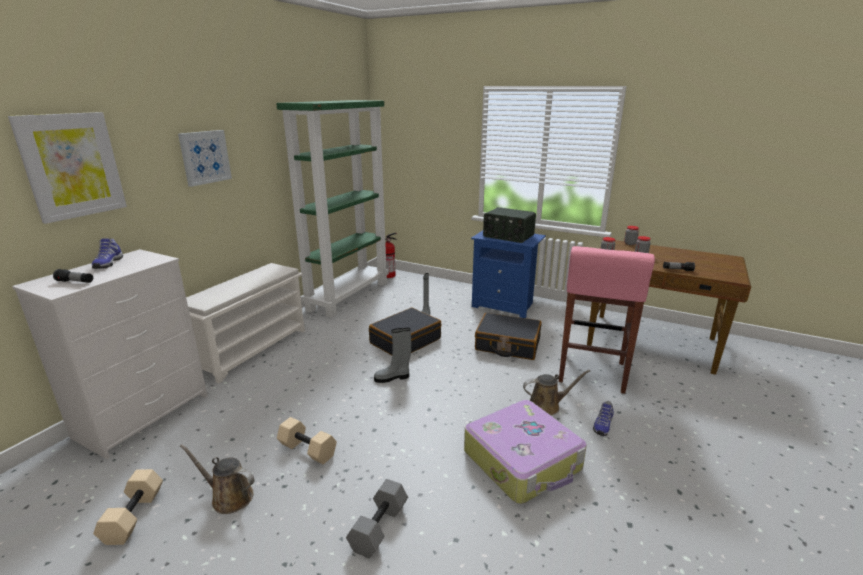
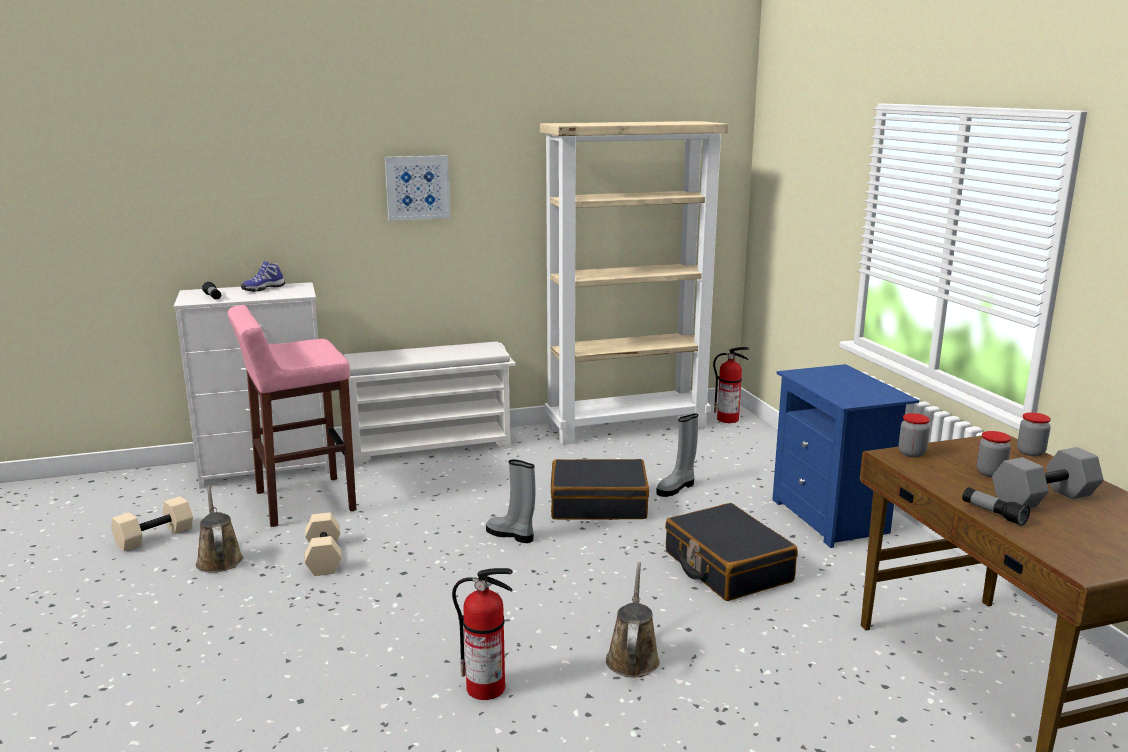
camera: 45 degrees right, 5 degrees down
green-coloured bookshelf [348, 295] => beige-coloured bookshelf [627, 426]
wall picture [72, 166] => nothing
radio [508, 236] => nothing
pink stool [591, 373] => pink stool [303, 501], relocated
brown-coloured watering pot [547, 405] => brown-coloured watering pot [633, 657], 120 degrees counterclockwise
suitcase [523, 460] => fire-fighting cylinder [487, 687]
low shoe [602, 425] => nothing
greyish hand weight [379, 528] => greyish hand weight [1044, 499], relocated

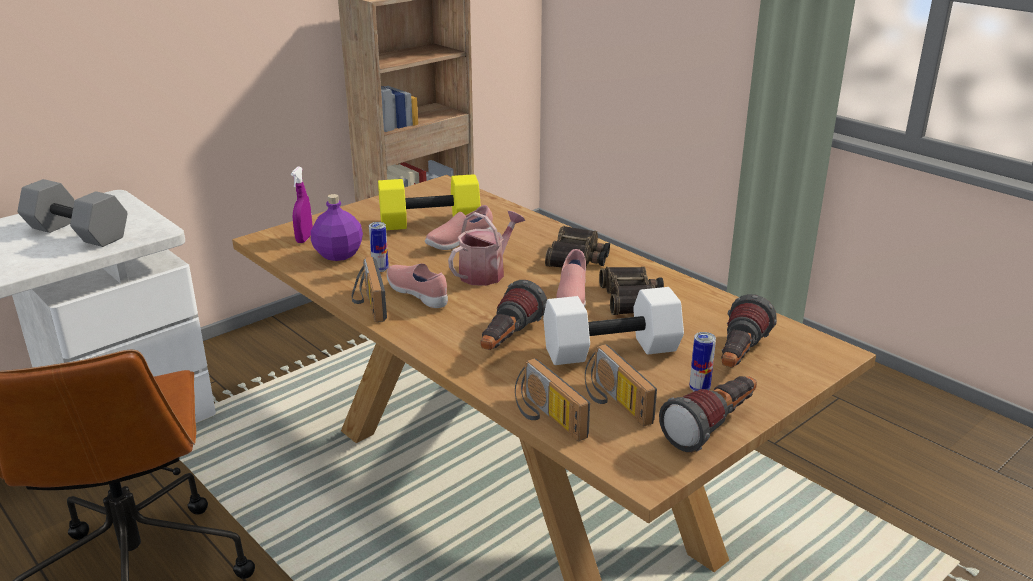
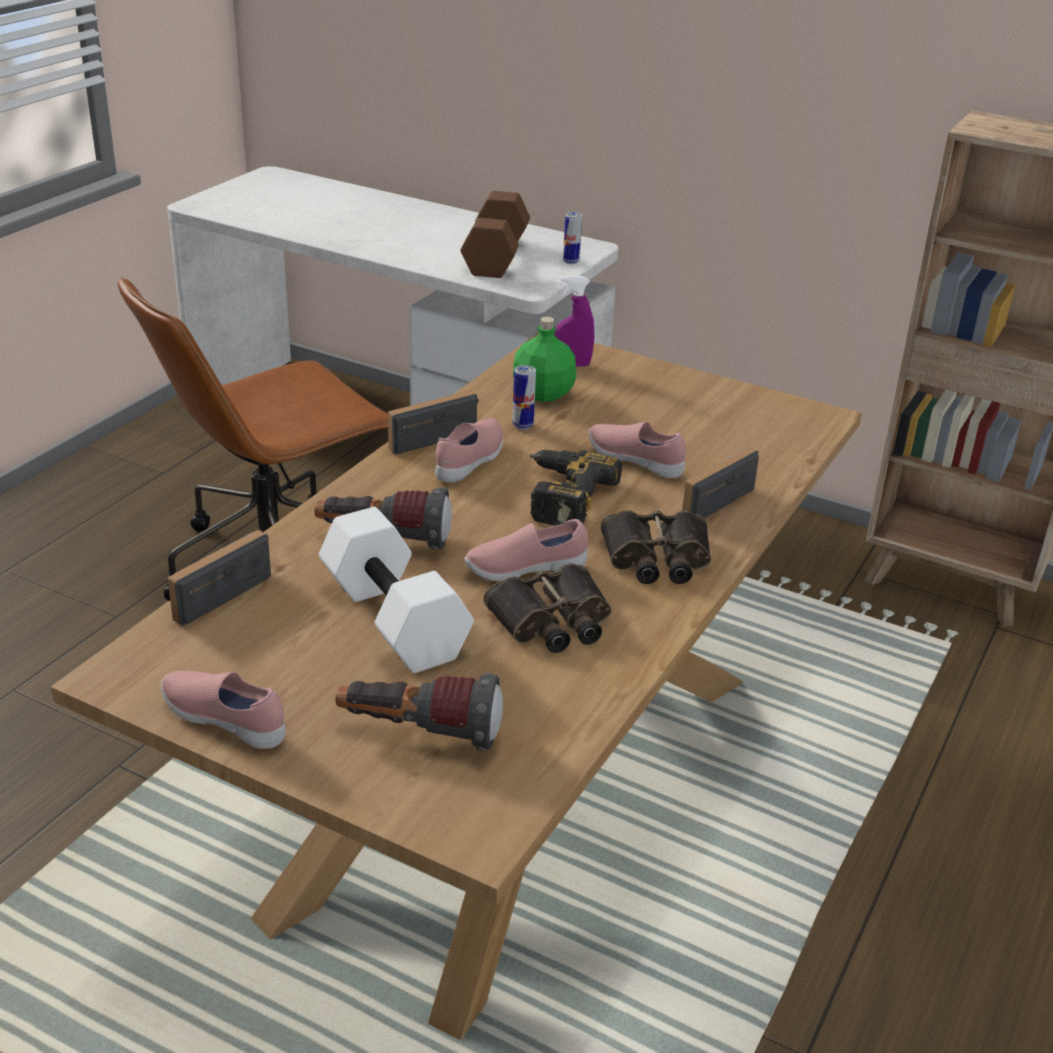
camera: 70 degrees right, 5 degrees up
yellow hand weight [429, 223] => nothing
greyish hand weight [79, 232] => brown-coloured hand weight [497, 257]
purple-coloured bottle [339, 254] => green-coloured bottle [544, 394]
watering pot [486, 272] => drill [560, 496]
can [699, 389] => can [571, 261], relocated
radio [613, 402] => radio [712, 499], relocated
flashlight [713, 428] => pink low shoe [226, 721]

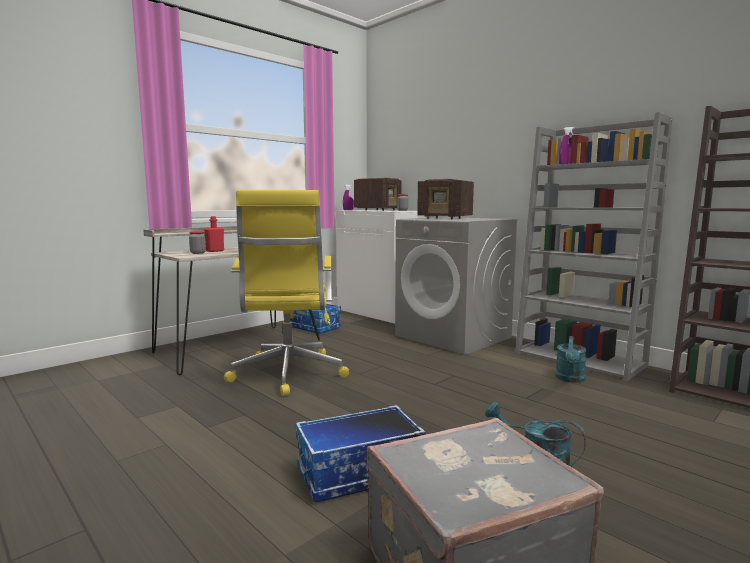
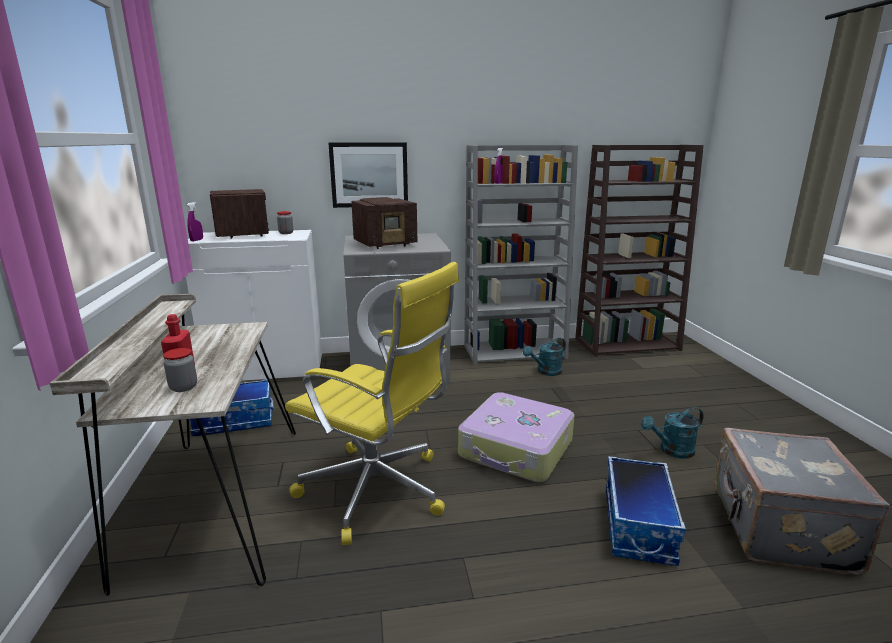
camera: 55 degrees left, 10 degrees up
turquoise-coloured watering pot [570, 379] => turquoise-coloured watering pot [546, 372], 90 degrees clockwise
nothing => wall picture [369, 175]
nothing => suitcase [516, 449]

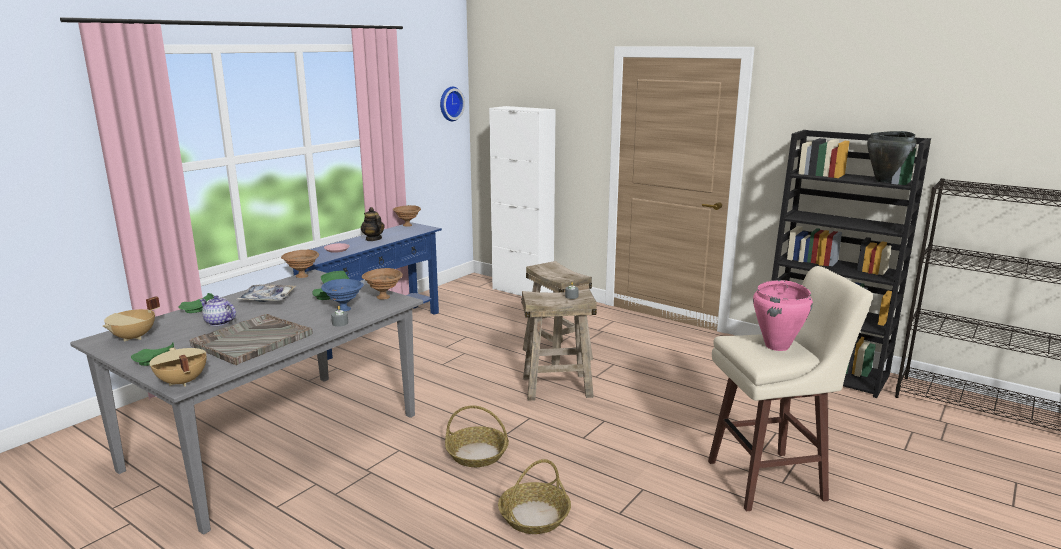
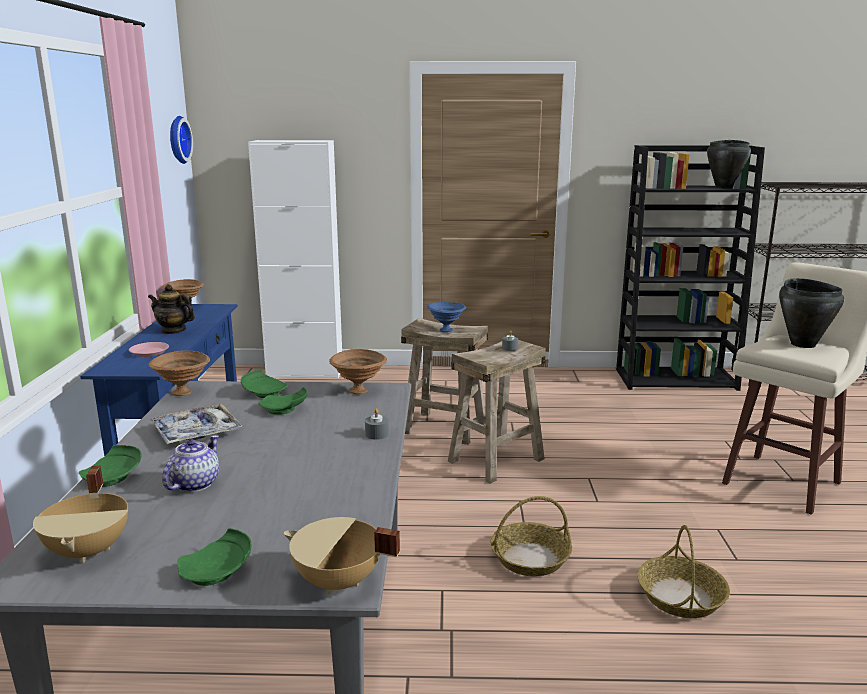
camera: 35 degrees left, 0 degrees up
bluish deep dish [344, 309] => bluish deep dish [445, 330], relocated
pink saucepot [777, 346] => black-coloured saucepot [803, 344]
pot for tea [219, 322] => pot for tea [194, 484], 120 degrees clockwise
greyish carrying tray [251, 341] => nothing

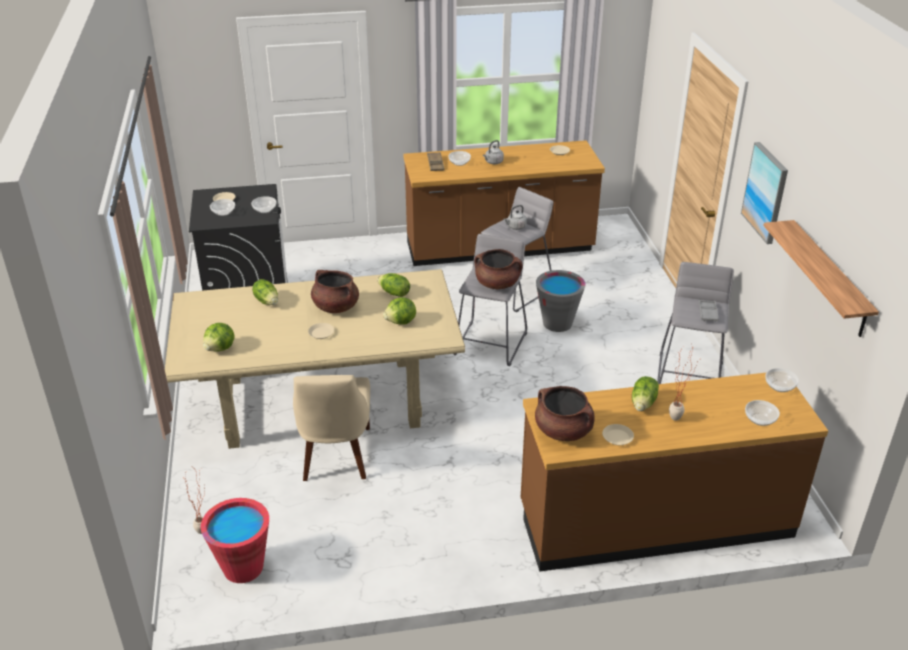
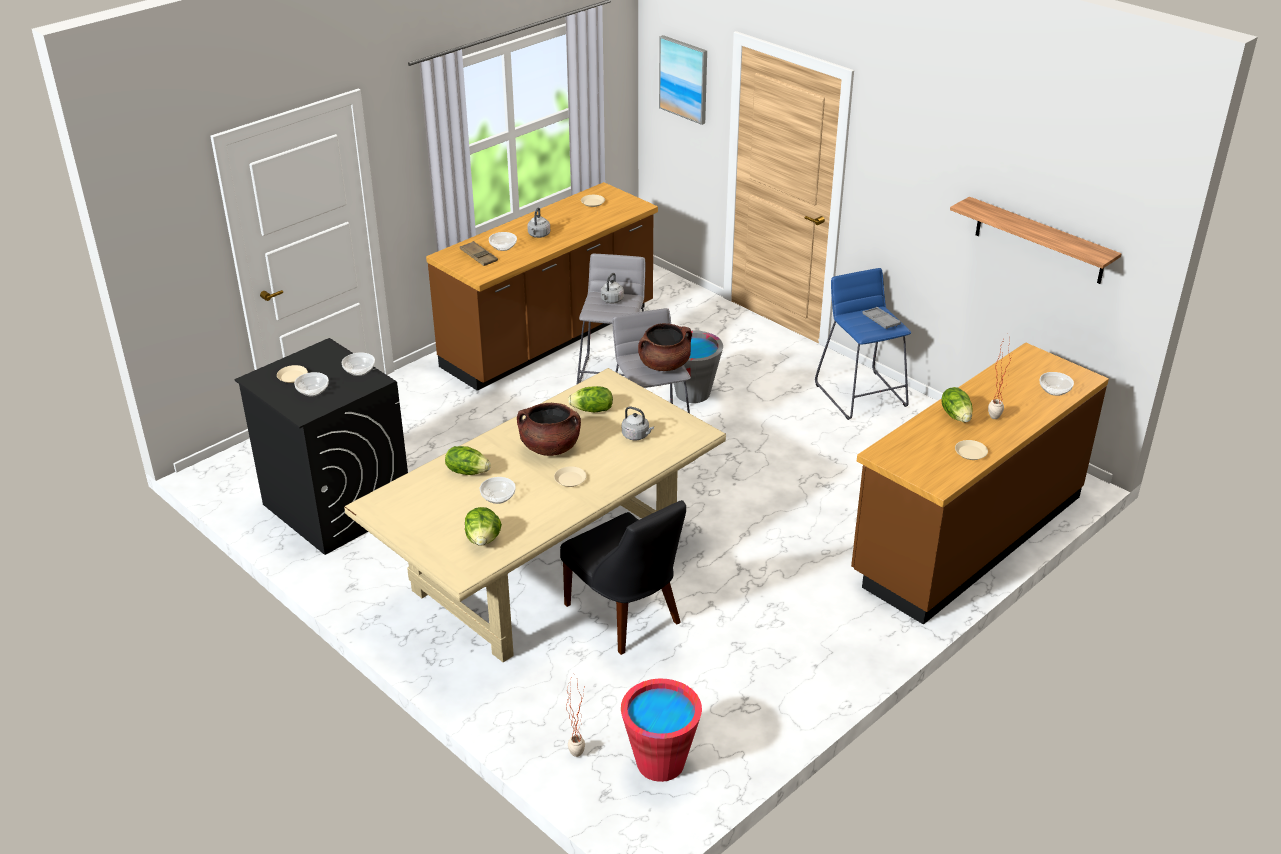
camera: 35 degrees left, 0 degrees up
wall picture [765, 192] => wall picture [684, 79], relocated
greyish stool [689, 375] => bluish stool [861, 395]
lettuce [401, 322] => greyish kettle [637, 436]
deep dish [780, 386] => deep dish [498, 497], relocated
beige-coloured plain chair [335, 457] => black-coloured plain chair [626, 616]
brown-coloured saucepot [563, 431] => nothing

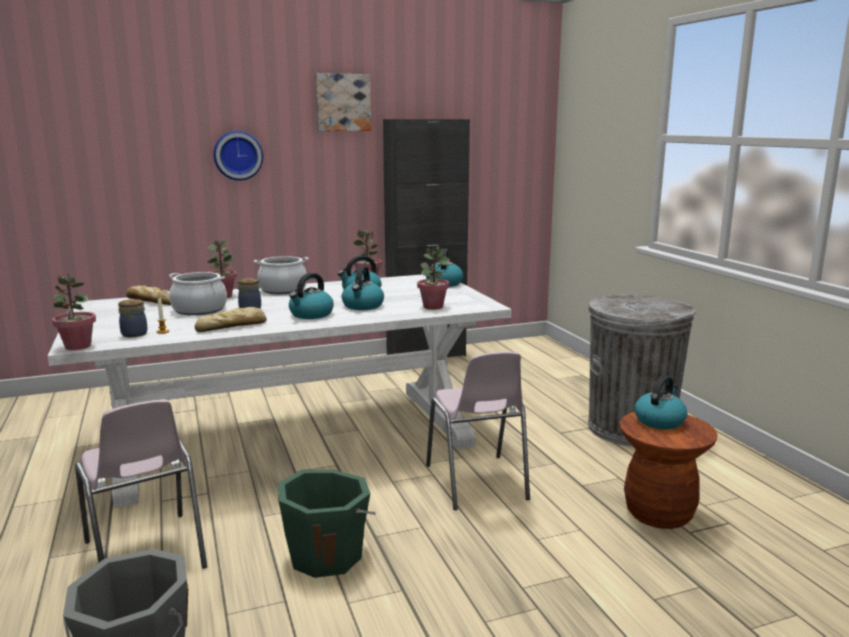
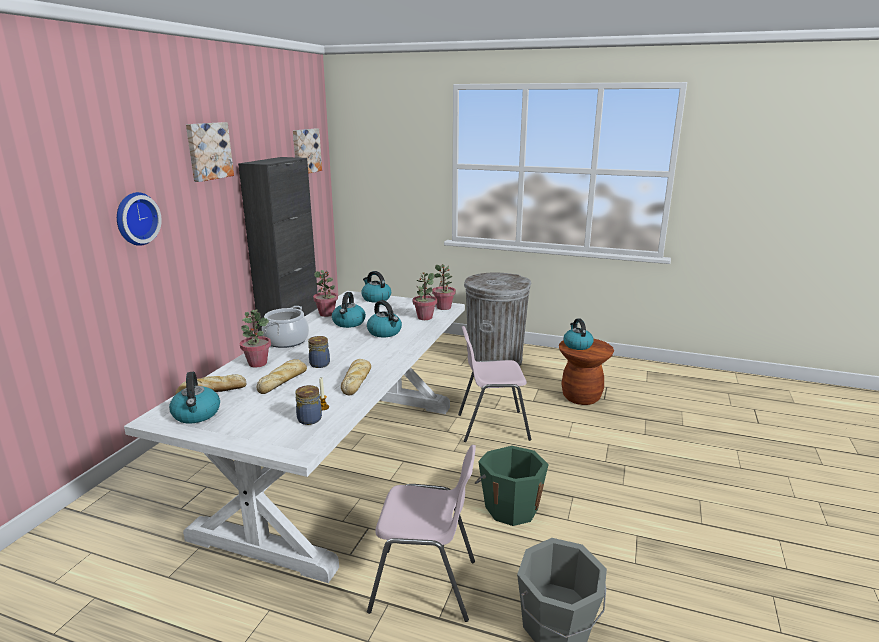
camera: 50 degrees left, 5 degrees up
saucepot [199, 310] => bread [283, 380]
plant in a pot [77, 346] => plant in a pot [444, 307], relocated
kettle [311, 315] => kettle [197, 414], relocated
pink plain chair [476, 483] => pink plain chair [492, 426], 150 degrees clockwise
nothing => wall picture [305, 151]

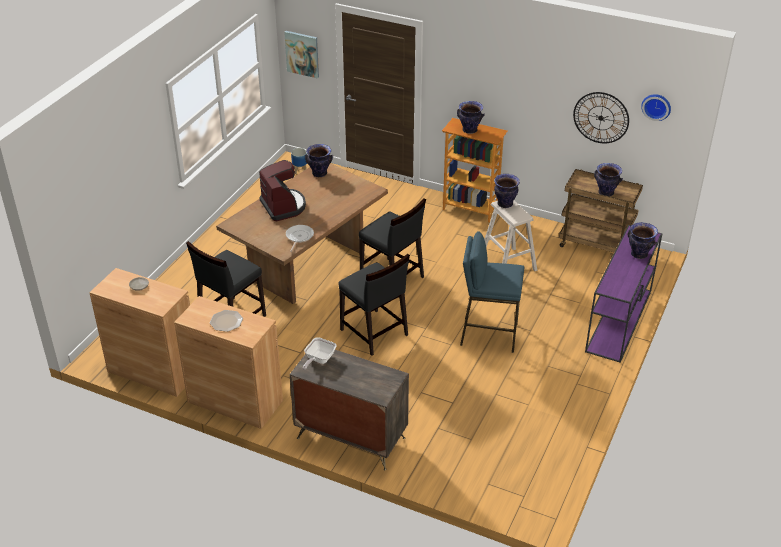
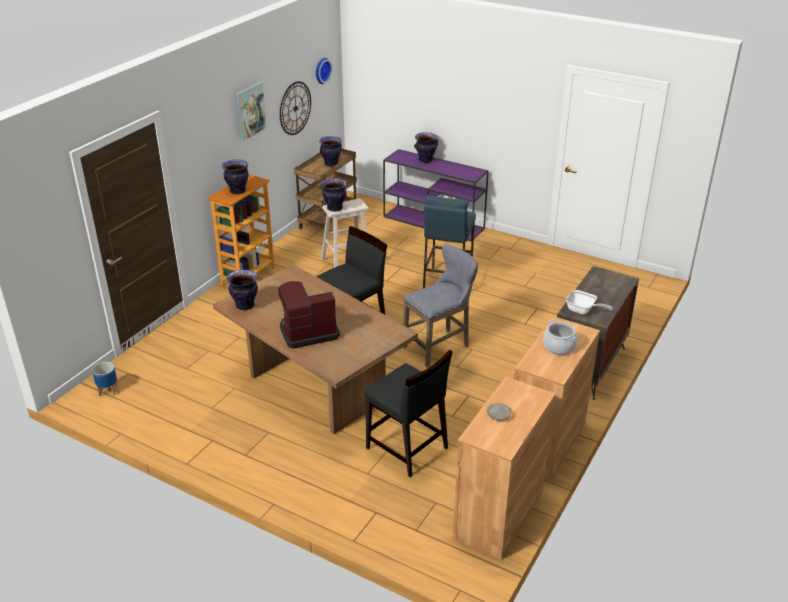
camera: 85 degrees left, 5 degrees down
wall picture [302, 54] => wall picture [249, 110], relocated
skillet [299, 237] => nothing
black-coloured plain chair [374, 333] => greyish stool [439, 346]
flat dish [226, 321] => saucepot [559, 347]

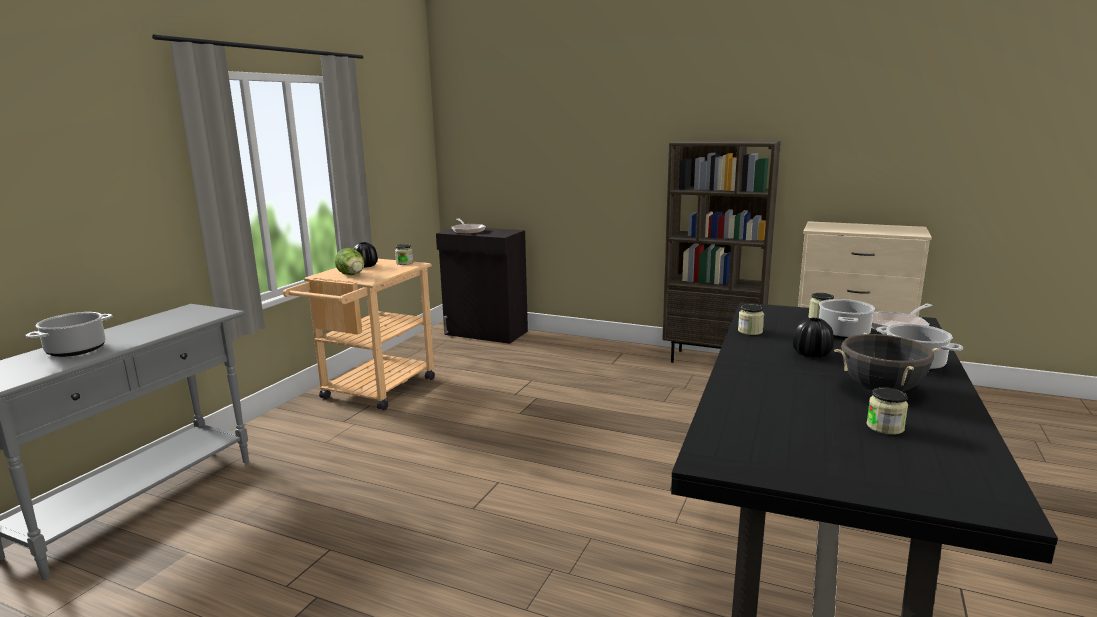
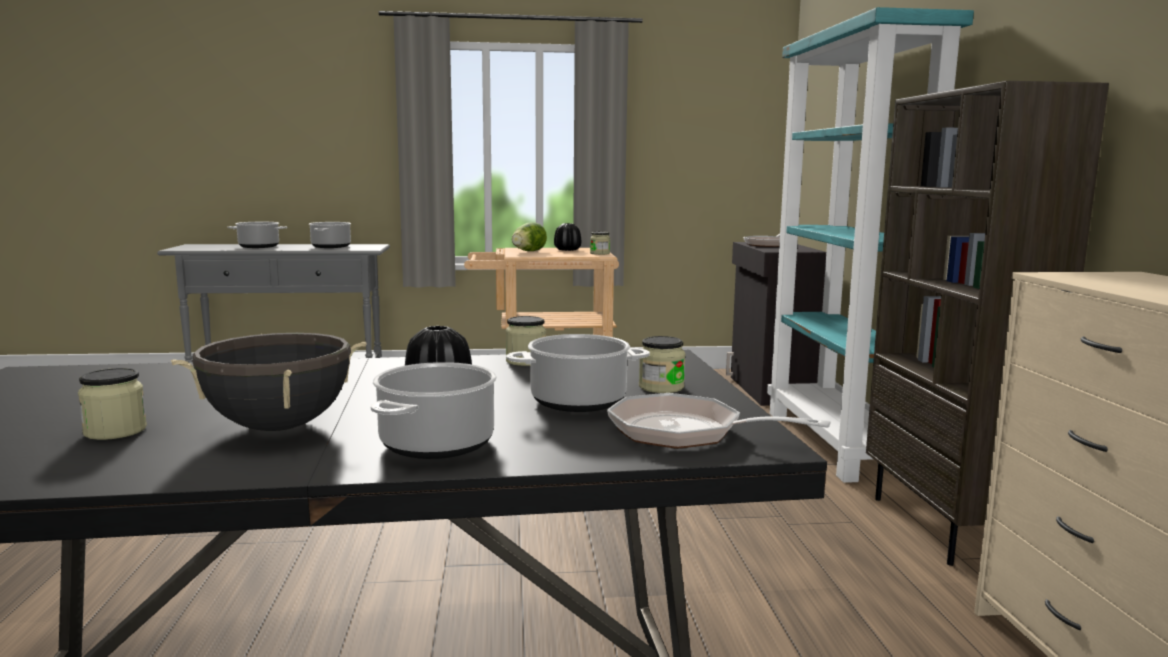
camera: 60 degrees right, 5 degrees down
nothing => turquoise-coloured bookshelf [836, 443]
nothing => saucepot [331, 247]

